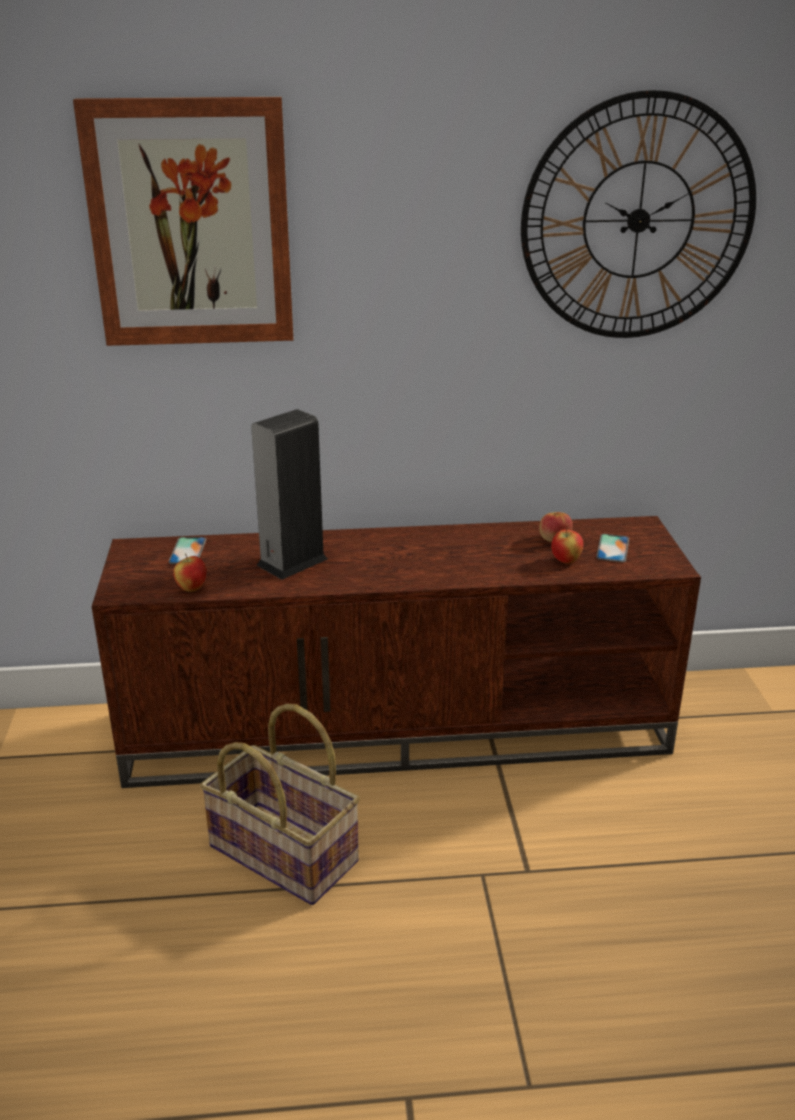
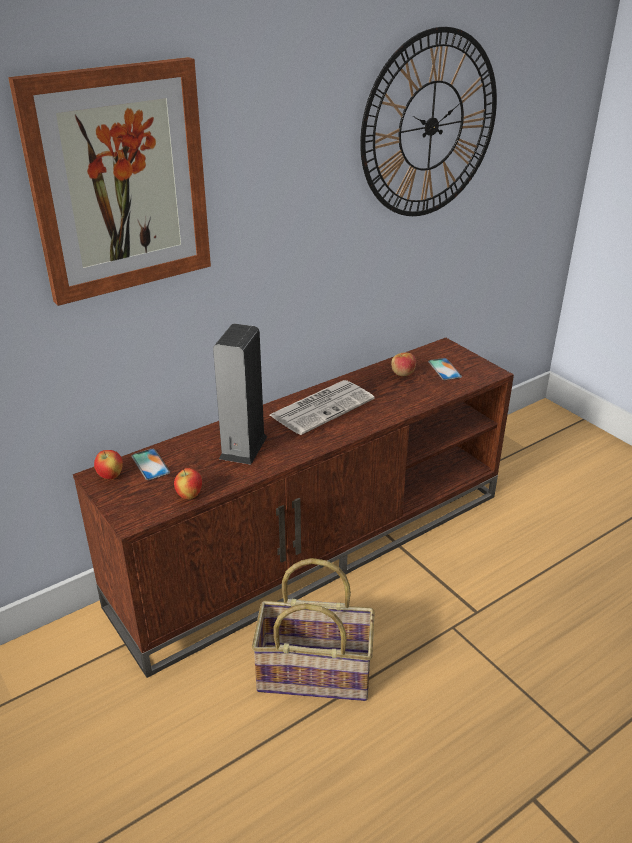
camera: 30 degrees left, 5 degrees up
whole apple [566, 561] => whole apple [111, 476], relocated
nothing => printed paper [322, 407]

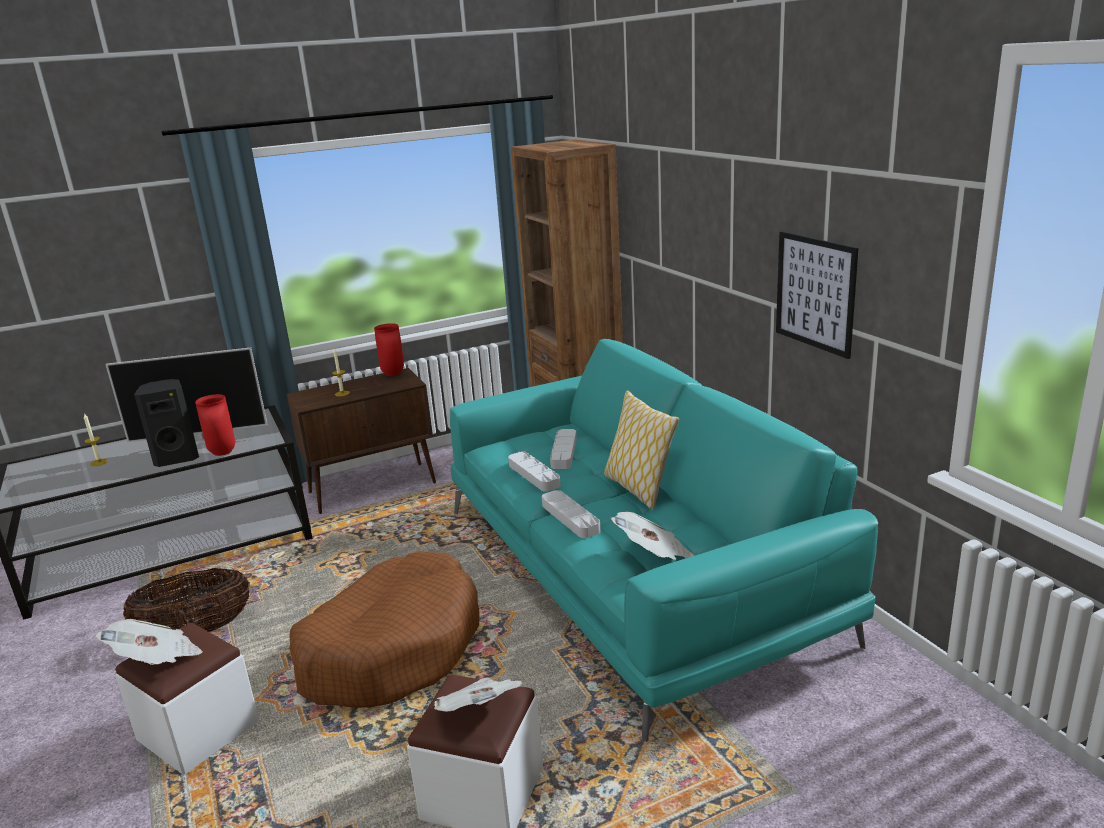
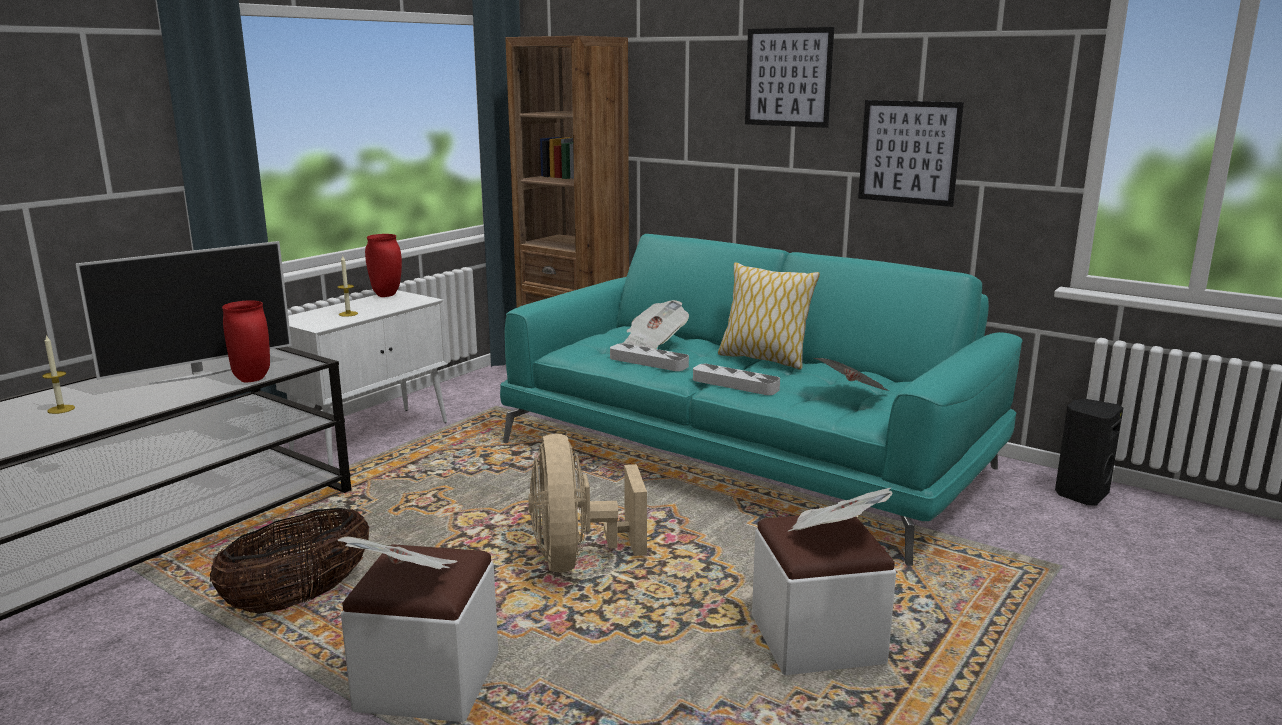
camera: 30 degrees left, 5 degrees down
brown-coloured cabinet [373, 487] => whitish cabinet [372, 436]
black-coloured loudspeaker [177, 458] => black-coloured loudspeaker [1080, 494], relocated
greyish carrying tray [564, 452] => printed paper [653, 344]
brown-coloured dog cushion [392, 648] => beige-coloured electric fan [577, 559]
nothing => wall picture [788, 77]

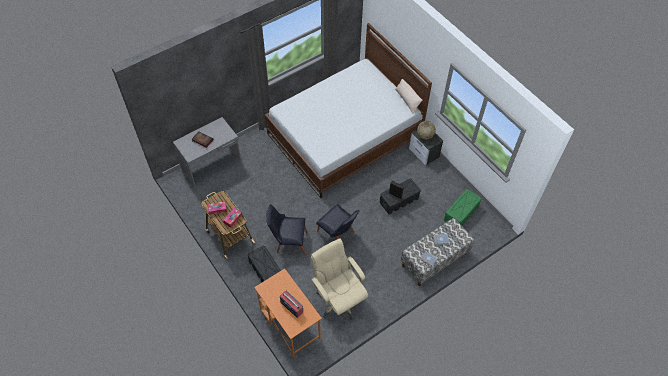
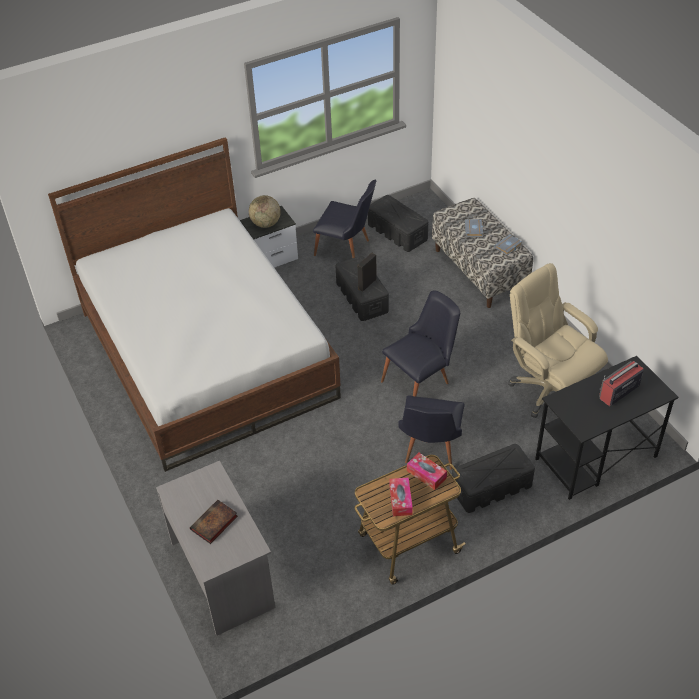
camera: 80 degrees left, 10 degrees down
beige-coloured cushion [407, 100] => nothing
green-coloured storage bin [461, 213] => black-coloured storage bin [398, 233]
beige-coloured office chair [338, 299] => beige-coloured office chair [548, 390], 75 degrees clockwise
orange-coloured desk table [289, 323] => black-coloured desk table [595, 458]
nothing => black-coloured plain chair [347, 249]

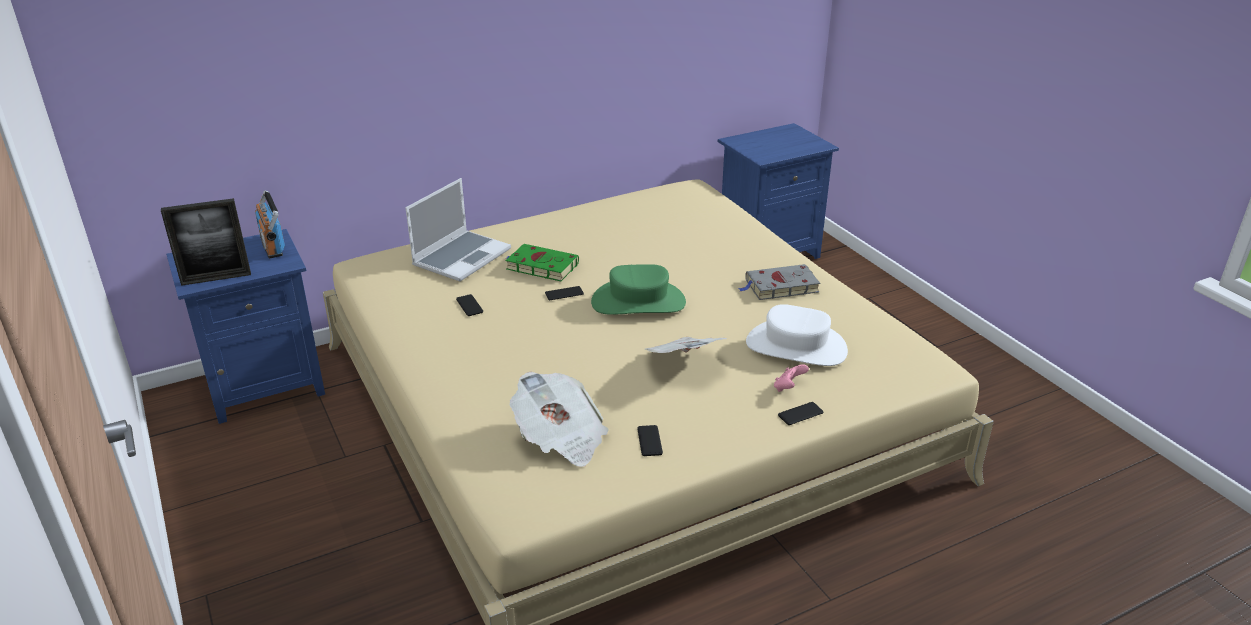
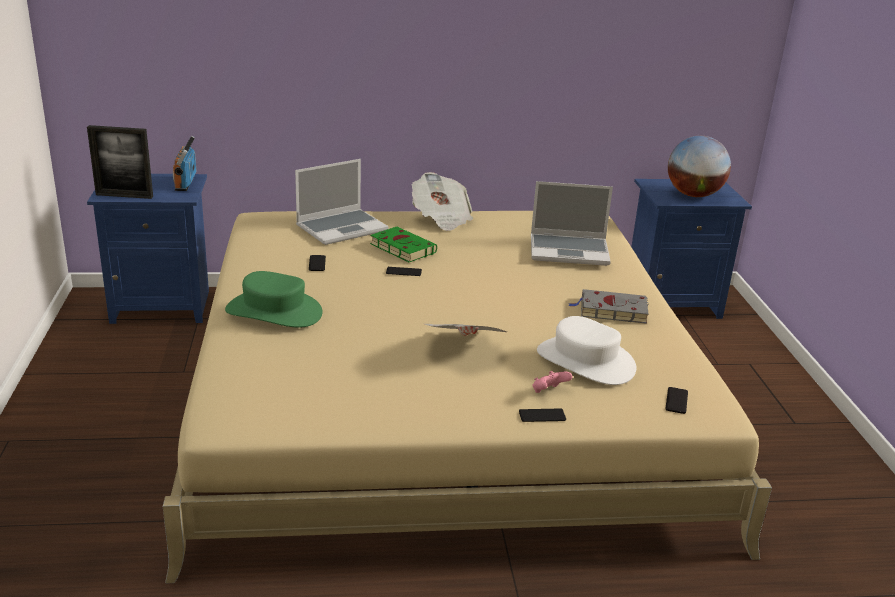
camera: 20 degrees right, 5 degrees down
green-coloured clothing hat [638, 302] => green-coloured clothing hat [274, 311], relocated
printed paper [560, 438] => printed paper [441, 218], relocated
telephone [649, 441] => telephone [676, 401], relocated
nothing => desk globe [694, 195]
nothing => laptop [570, 251]

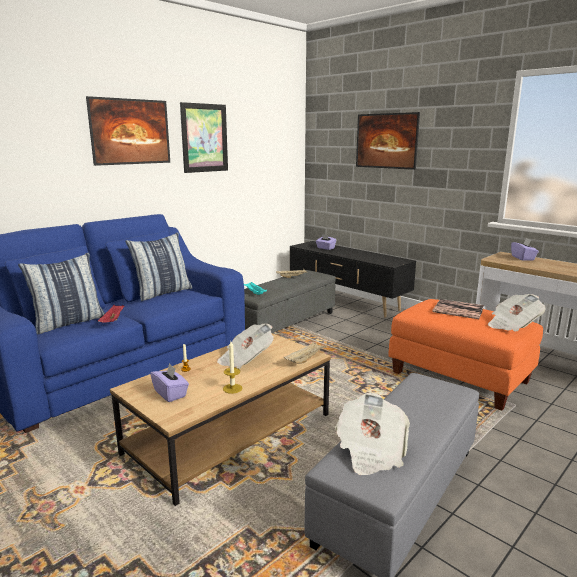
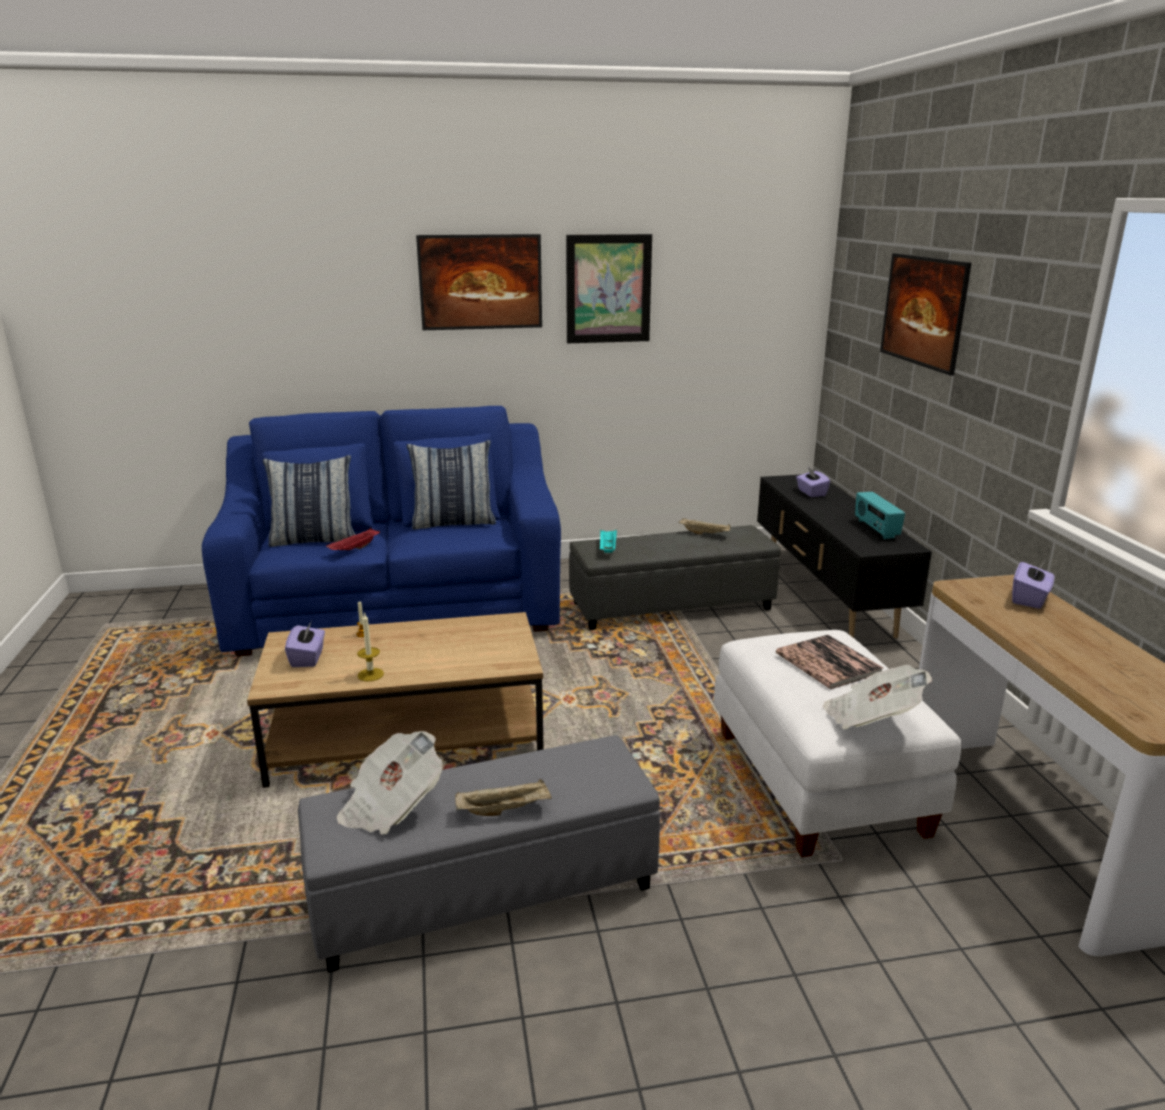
camera: 35 degrees right, 5 degrees up
orange-coloured pouffe [460, 377] => whitish pouffe [820, 782]
printed paper [245, 359] => nothing
beige-coloured carrying tray [305, 359] => beige-coloured carrying tray [504, 809], relocated
nothing => radio [875, 529]

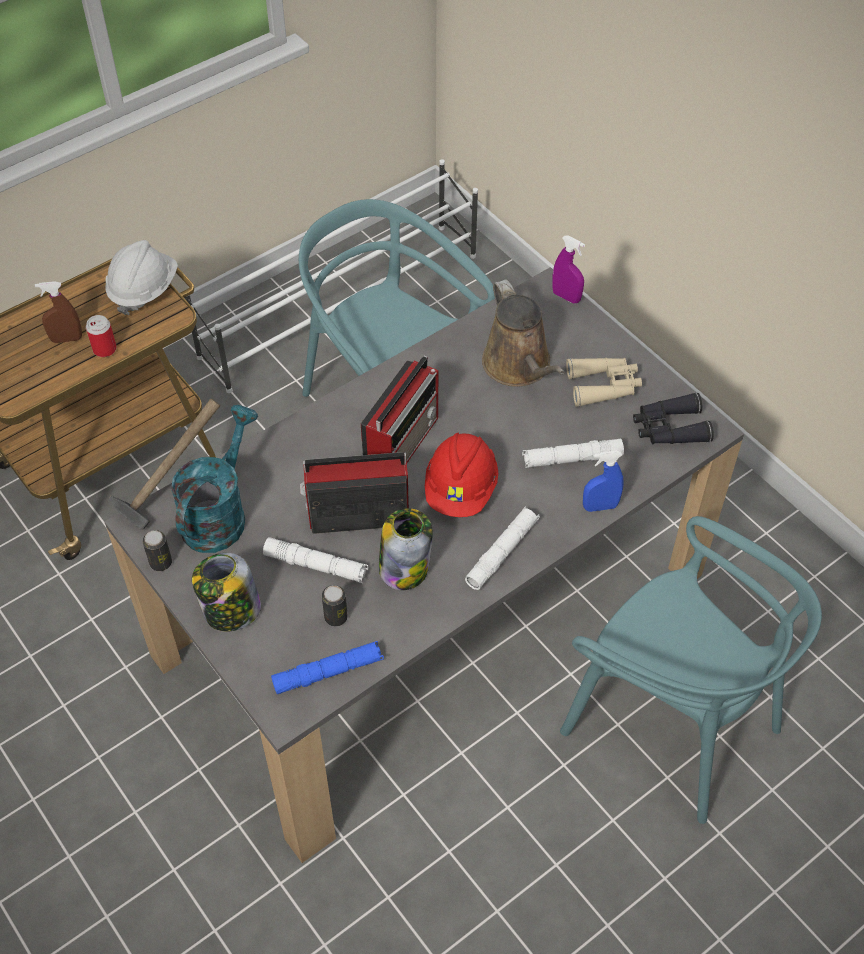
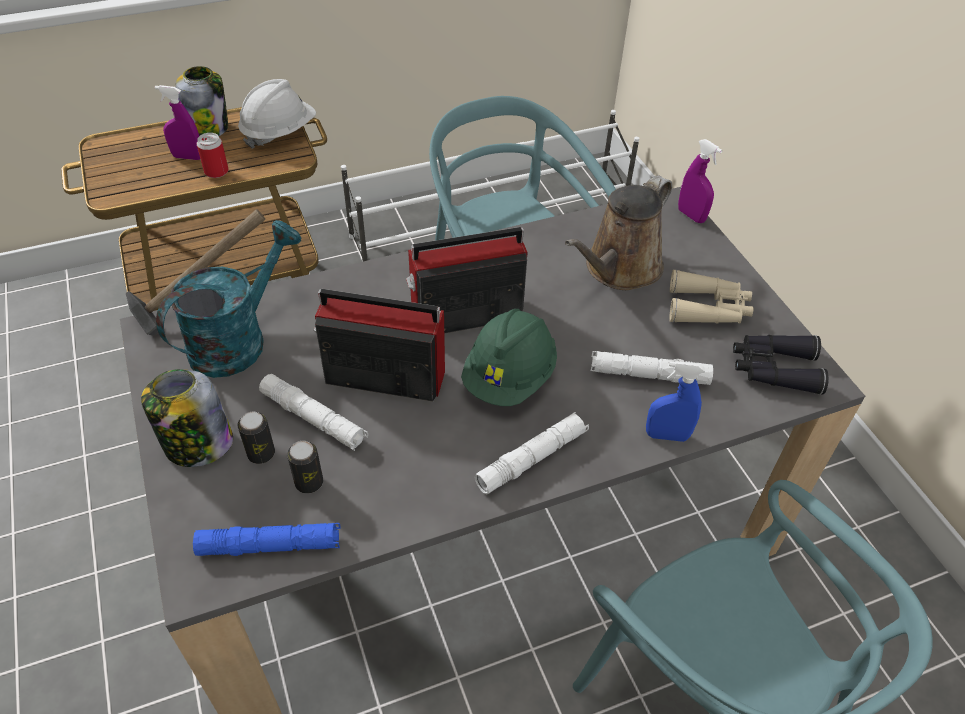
camera: 15 degrees right, 5 degrees down
brown-coloured watering pot [519, 366] => brown-coloured watering pot [619, 269], 45 degrees clockwise
brown-coloured hand sprayer [66, 339] => purple-coloured hand sprayer [188, 157]
radio [403, 443] => radio [464, 315], 150 degrees counterclockwise
reddish work helmet [461, 489] => green-coloured work helmet [509, 377]
jar [404, 567] => jar [207, 128], relocated
can [161, 562] => can [261, 453], relocated

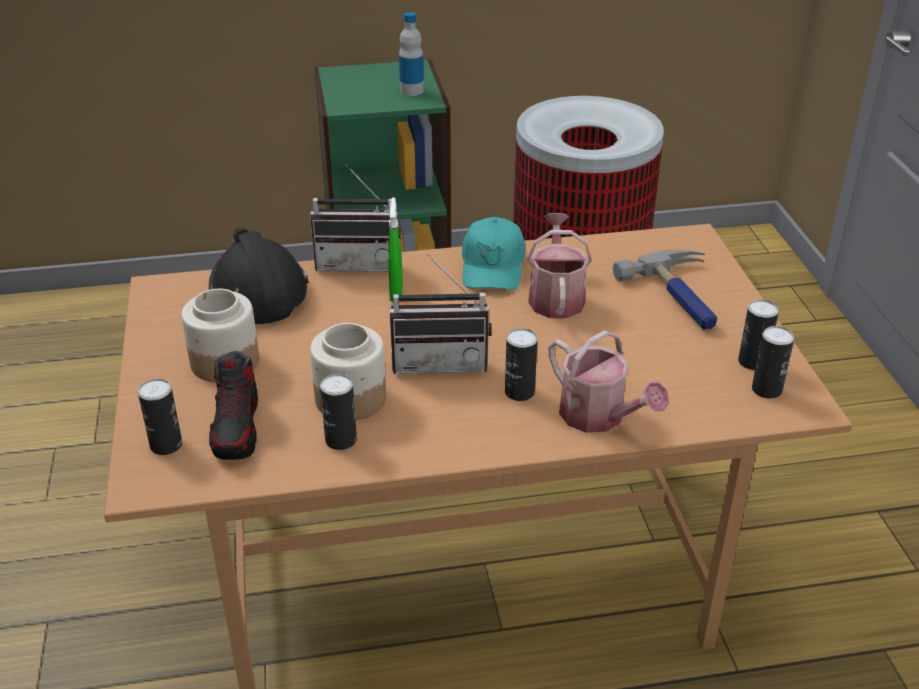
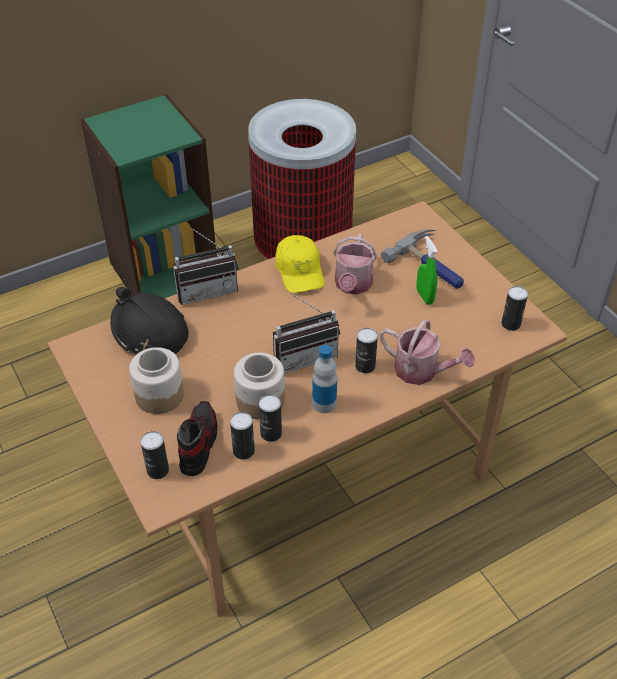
camera: 20 degrees left, 10 degrees up
bottle [411, 91] => bottle [324, 403], relocated
green-coloured hand sprayer [396, 293] => green-coloured hand sprayer [424, 296], relocated
watering pot [556, 297] => watering pot [352, 285], 150 degrees counterclockwise
turquoise-coloured cap [493, 267] => yellow cap [300, 271]
can [752, 362] => can [243, 451], relocated
low shoe [237, 428] => low shoe [198, 444], 150 degrees counterclockwise

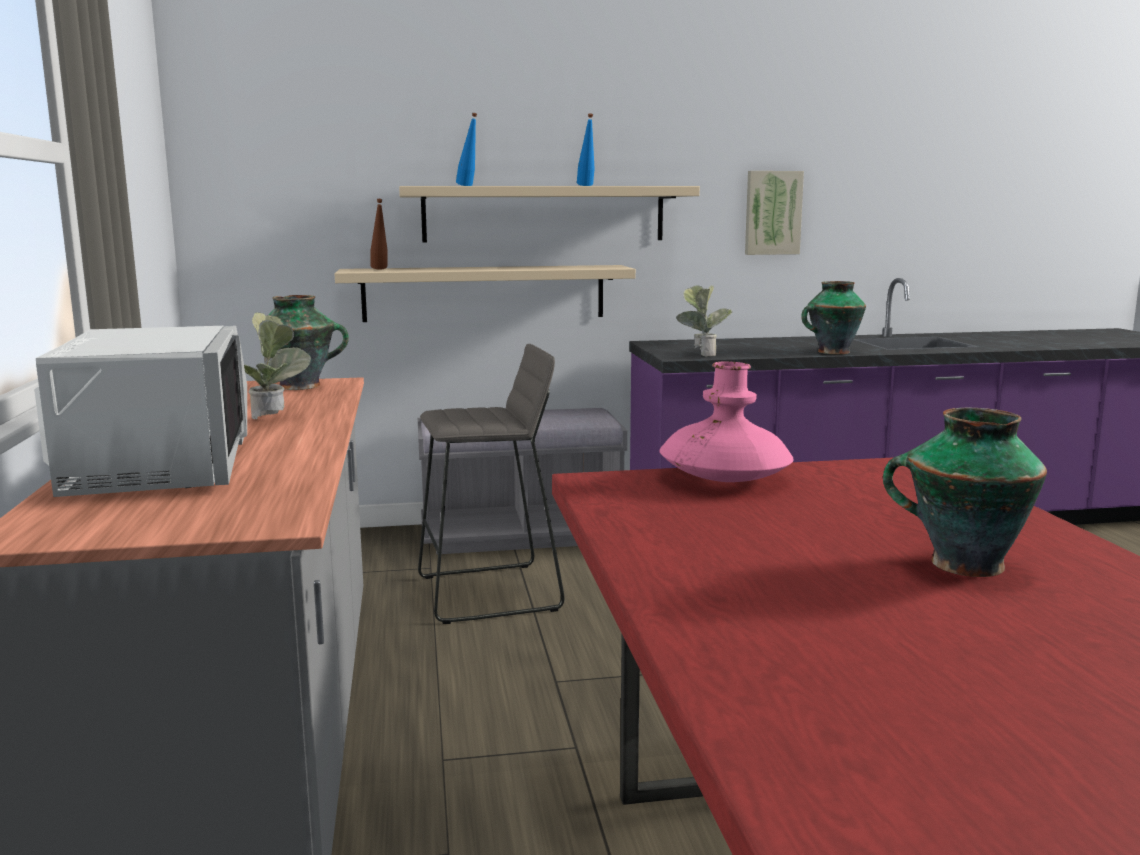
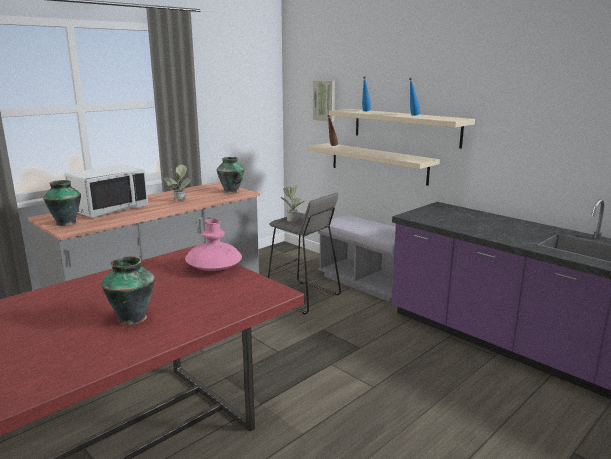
camera: 55 degrees right, 5 degrees up
wall picture [772, 213] => wall picture [325, 100], relocated
vase [832, 352] => vase [65, 223], relocated
plant in a pot [701, 354] => plant in a pot [293, 219], relocated

